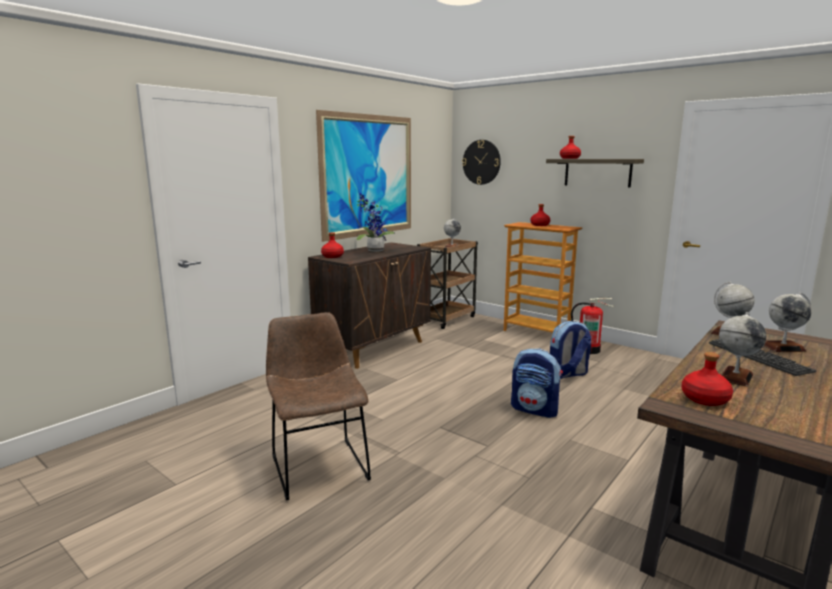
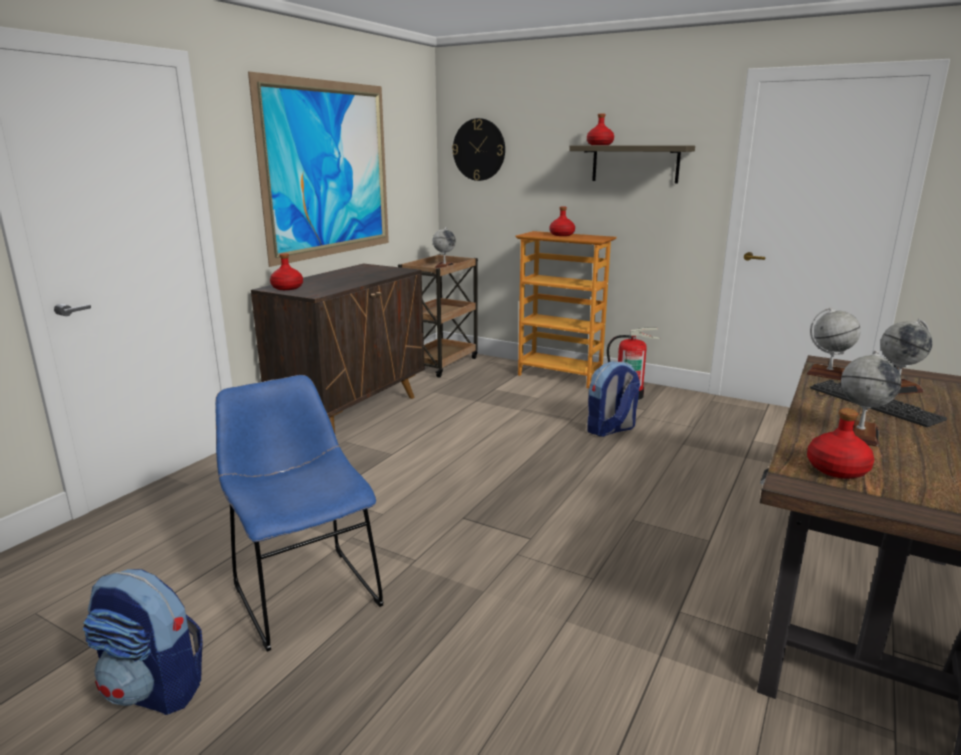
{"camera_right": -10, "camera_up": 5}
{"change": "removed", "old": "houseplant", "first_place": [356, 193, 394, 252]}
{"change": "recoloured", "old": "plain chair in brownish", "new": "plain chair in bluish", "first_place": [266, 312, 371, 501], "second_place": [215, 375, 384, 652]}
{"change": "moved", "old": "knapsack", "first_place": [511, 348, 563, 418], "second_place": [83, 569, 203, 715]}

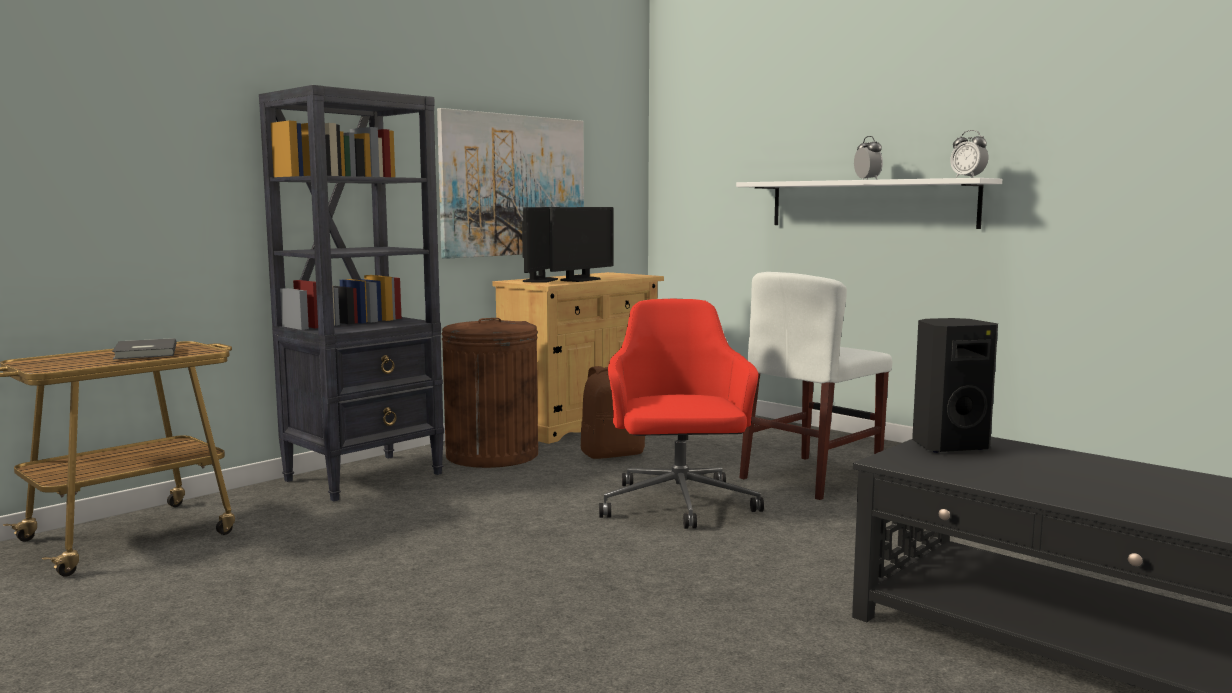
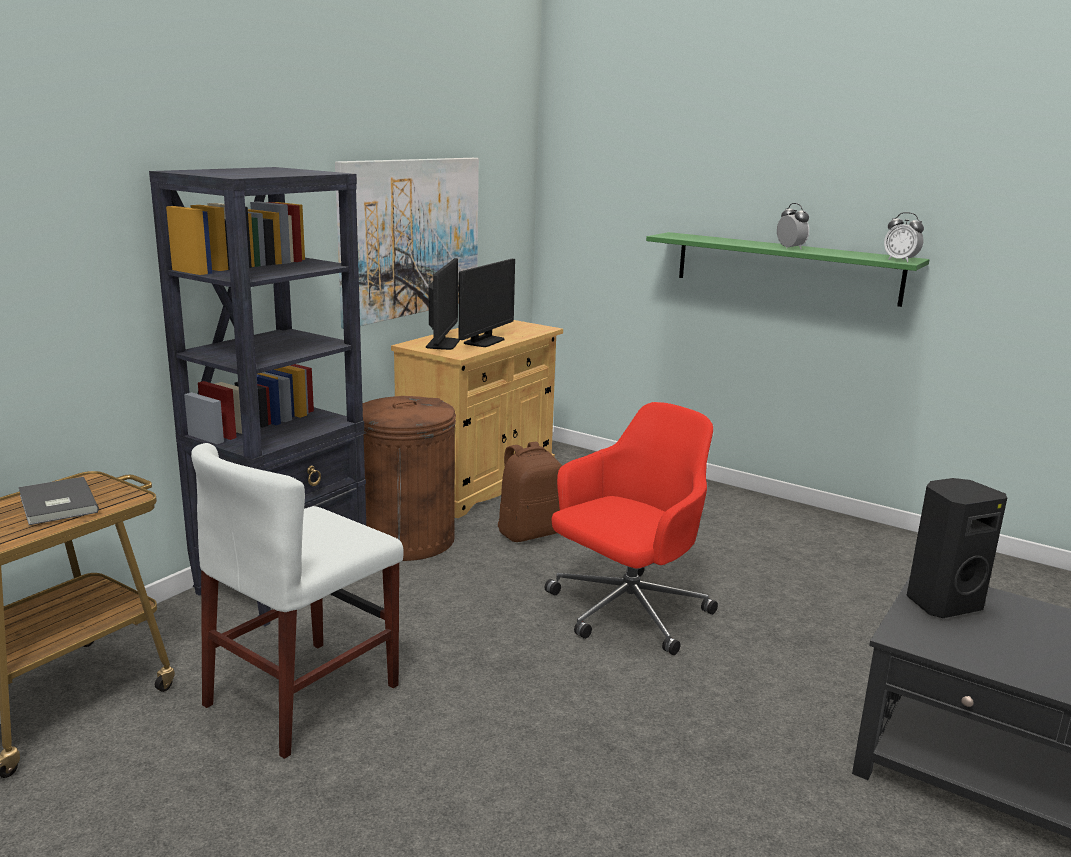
{"camera_right": -10, "camera_up": 10}
{"change": "recoloured", "old": "shelf in white", "new": "shelf in greenish", "first_place": [736, 178, 1002, 229], "second_place": [646, 232, 929, 307]}
{"change": "moved", "old": "plain chair in white", "first_place": [739, 272, 892, 500], "second_place": [191, 443, 404, 759]}
{"change": "turned", "old": "computer chair in red", "first_place": [599, 299, 764, 529], "second_place": [545, 402, 718, 655], "degrees": 60}

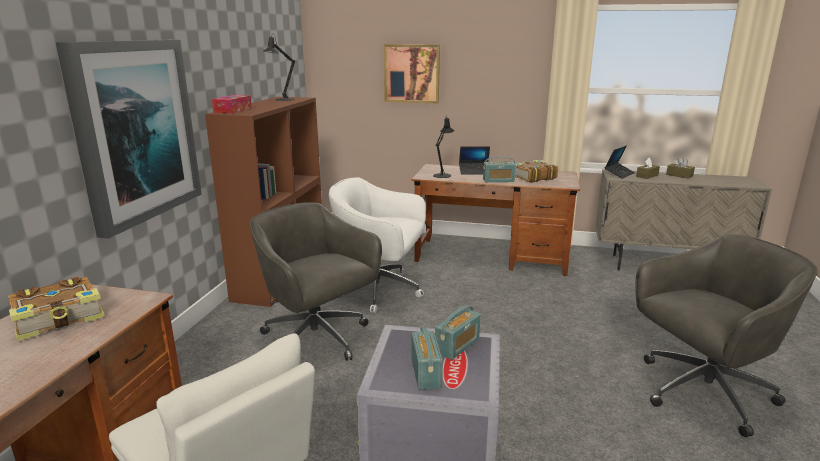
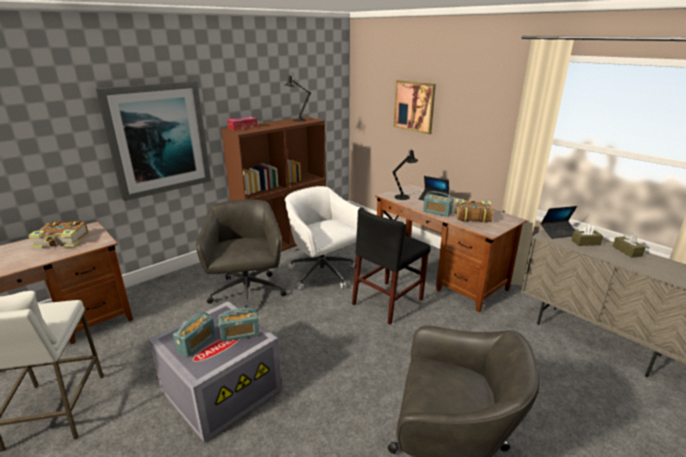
{"camera_right": 35, "camera_up": 5}
{"change": "added", "new": "plain chair in black-coloured", "second_place": [352, 207, 431, 324]}

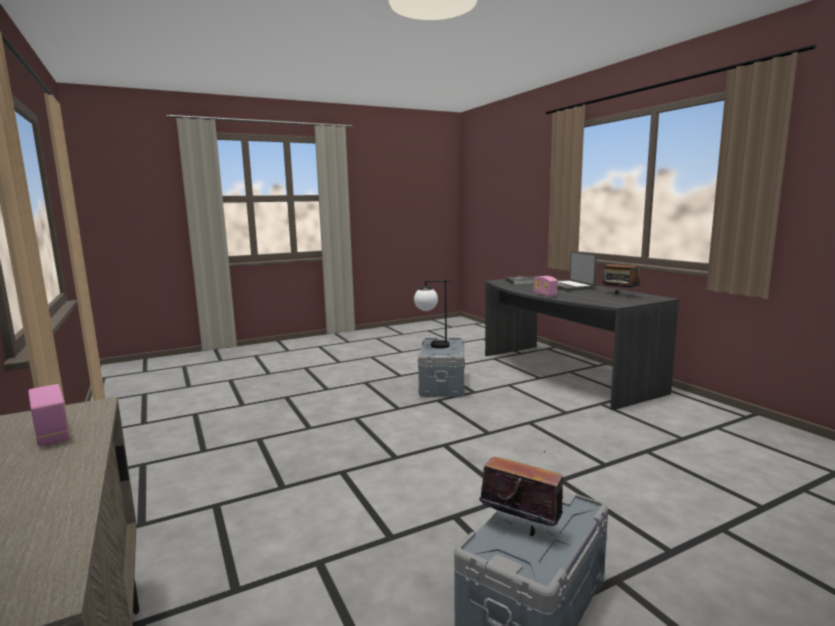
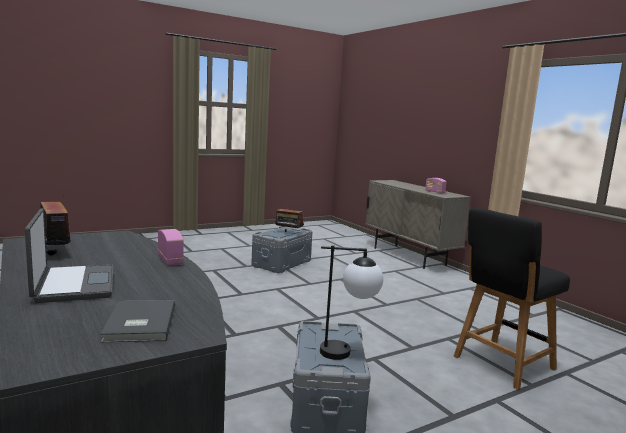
{"camera_right": 175, "camera_up": 0}
{"change": "added", "new": "plain chair in black-coloured", "second_place": [454, 208, 570, 390]}

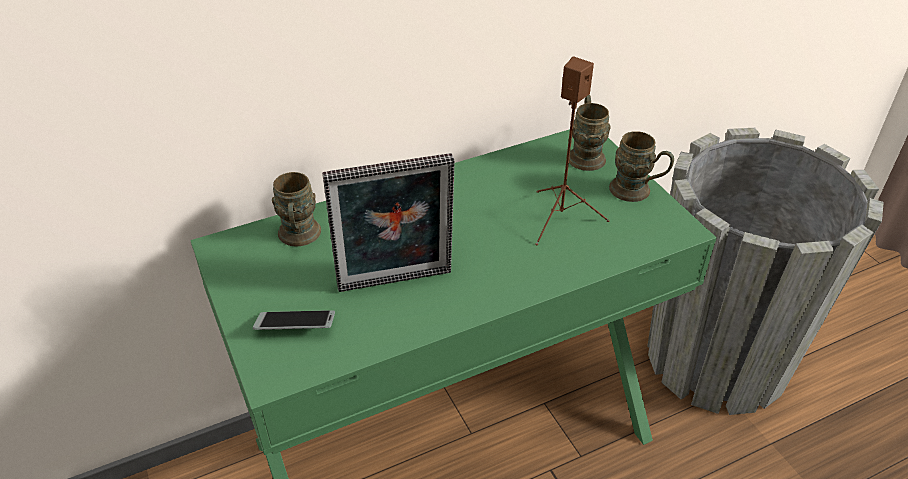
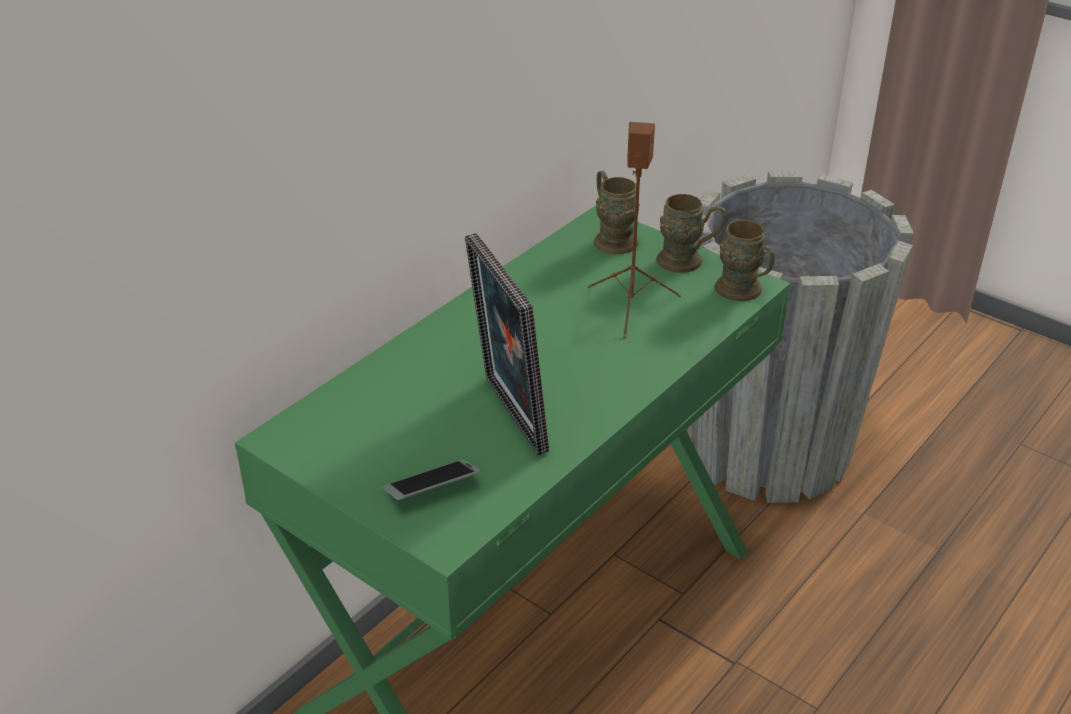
{"camera_right": -25, "camera_up": -5}
{"change": "turned", "old": "standing frame", "first_place": [322, 153, 455, 292], "second_place": [465, 233, 549, 455], "degrees": 105}
{"change": "moved", "old": "tea mug in brownish", "first_place": [272, 172, 321, 246], "second_place": [715, 220, 775, 301]}

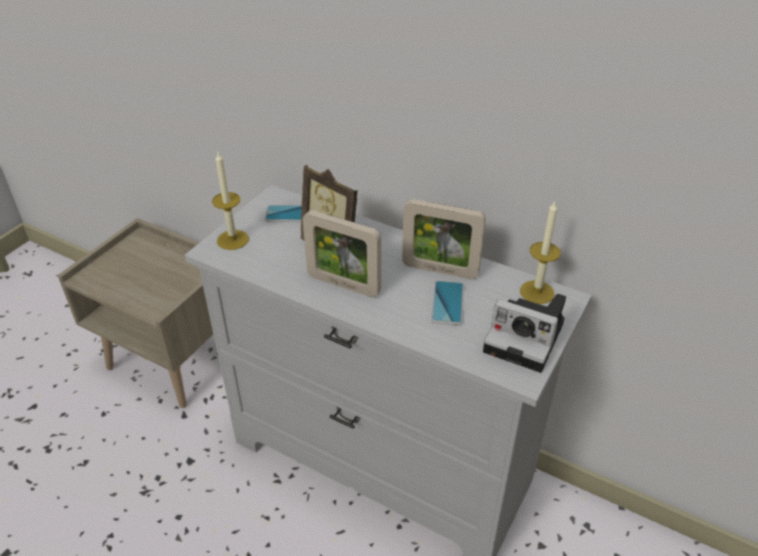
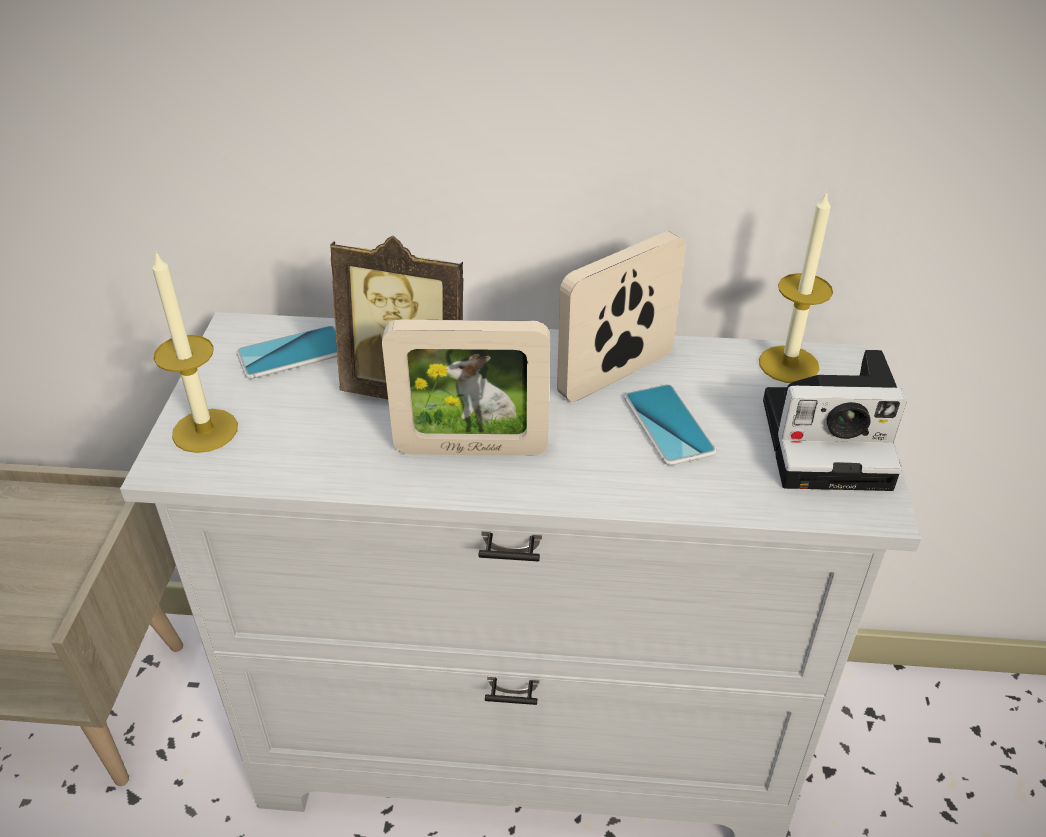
{"camera_right": -25, "camera_up": 0}
{"change": "turned", "old": "standing frame", "first_place": [402, 199, 486, 279], "second_place": [557, 231, 686, 402], "degrees": 150}

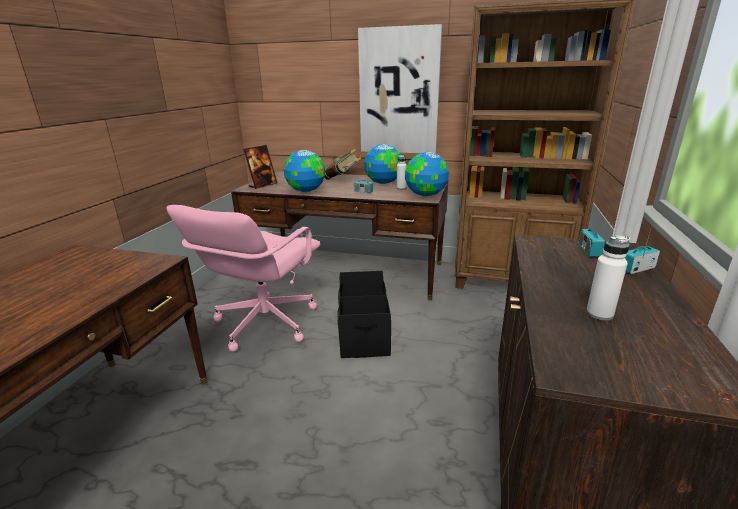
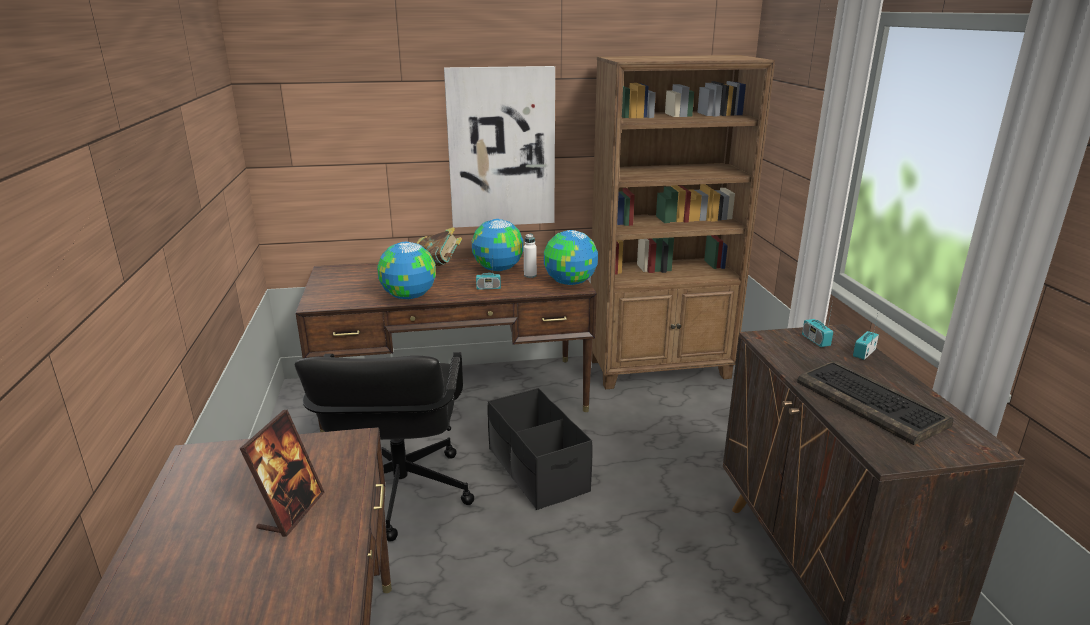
{"camera_right": -25, "camera_up": 0}
{"change": "moved", "old": "standing frame", "first_place": [243, 145, 277, 189], "second_place": [240, 410, 324, 537]}
{"change": "recoloured", "old": "computer chair in pinkish", "new": "computer chair in black-coloured", "first_place": [166, 205, 321, 352], "second_place": [295, 352, 474, 541]}
{"change": "replaced", "old": "drink bottle in white", "new": "keyboard", "first_place": [586, 235, 630, 321], "second_place": [797, 361, 953, 445]}

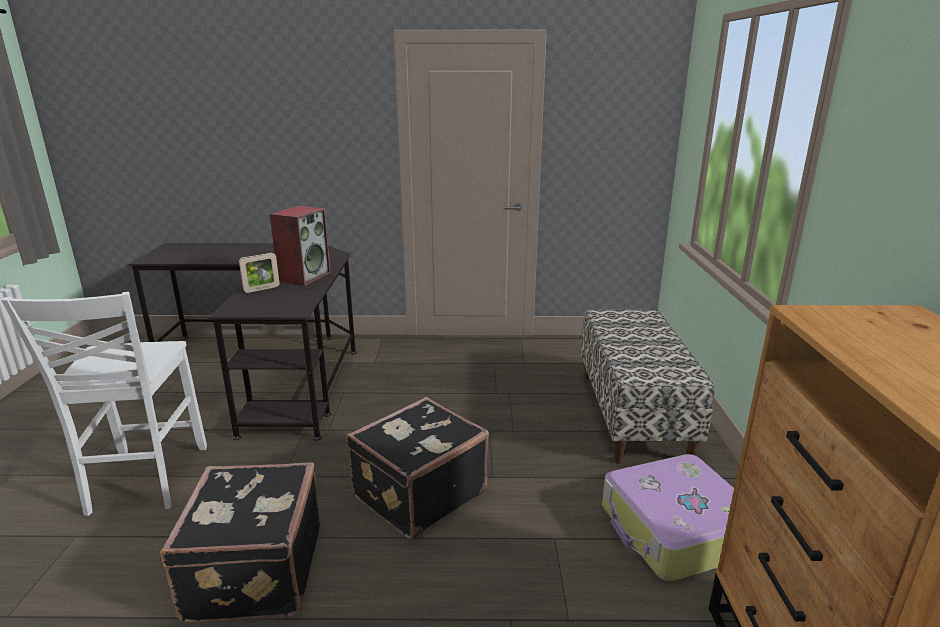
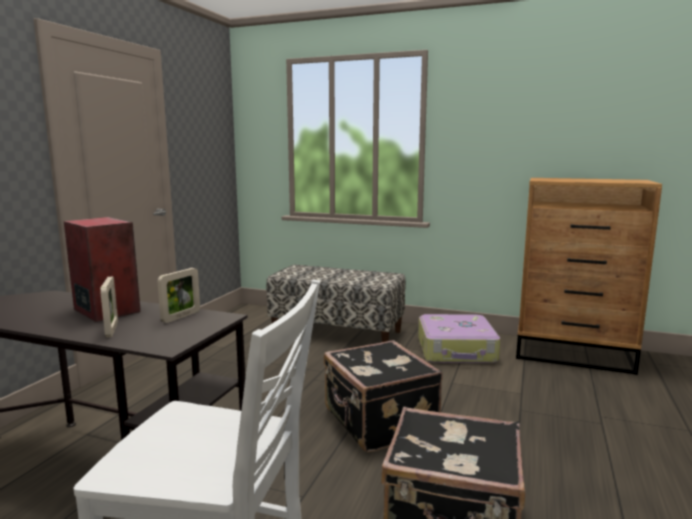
{"camera_right": -70, "camera_up": -10}
{"change": "added", "new": "standing frame", "second_place": [157, 268, 200, 323]}

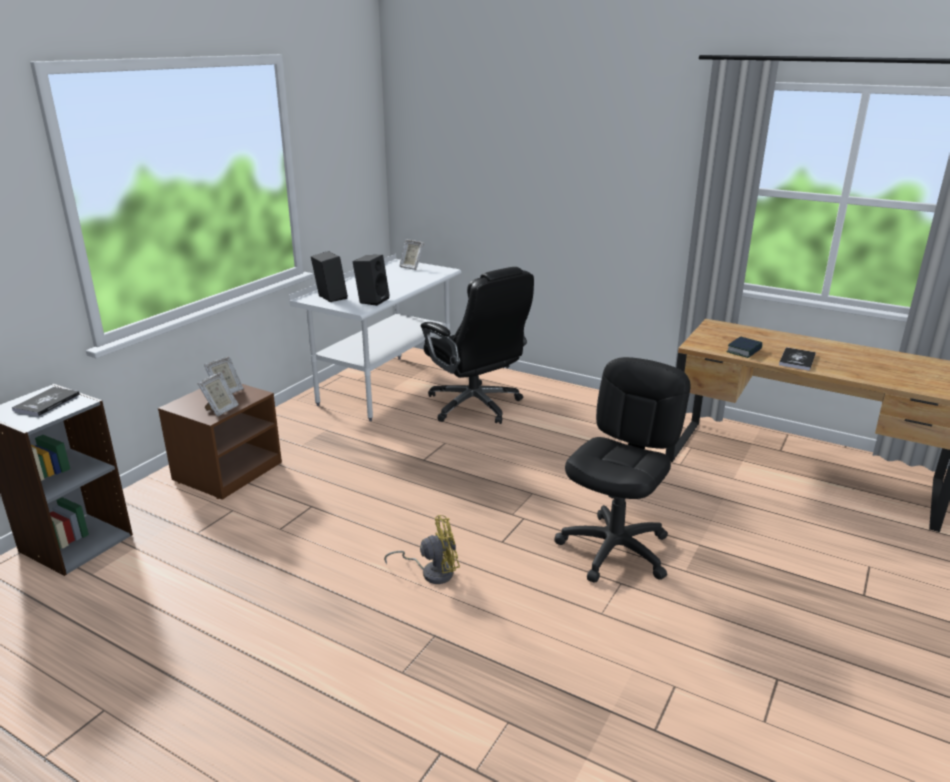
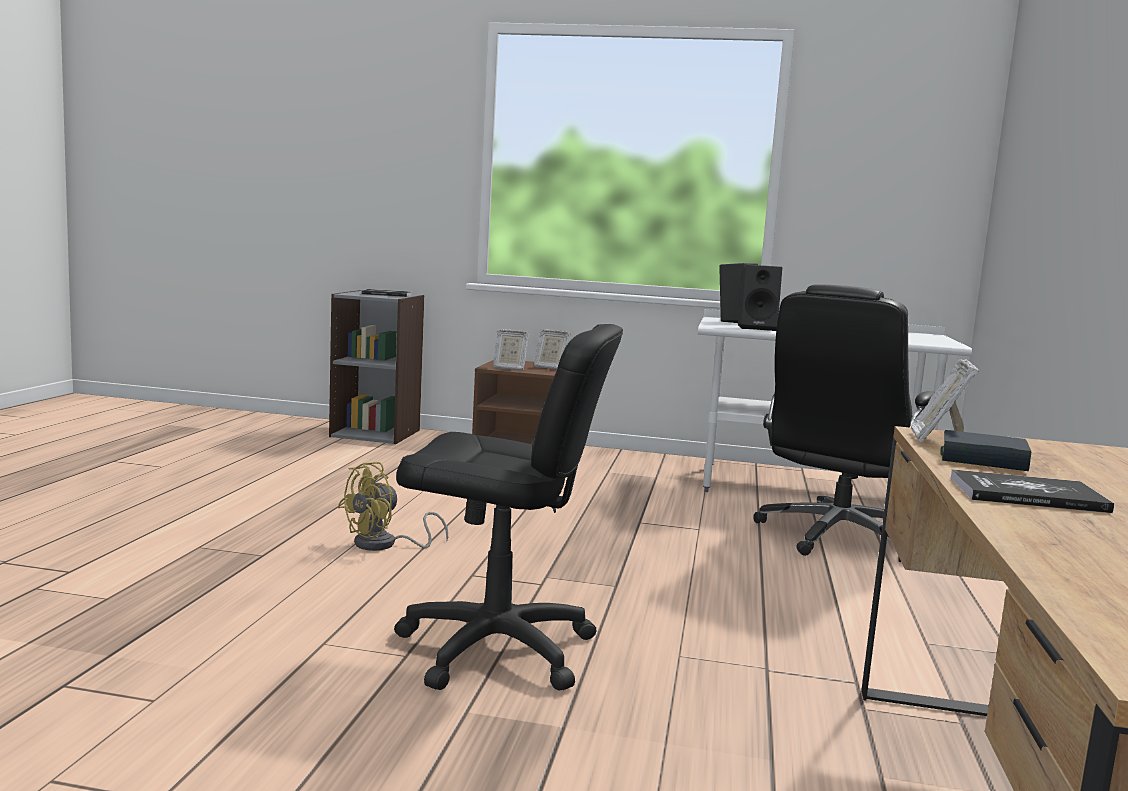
{"camera_right": 70, "camera_up": -15}
{"change": "moved", "old": "standing frame", "first_place": [399, 239, 424, 270], "second_place": [911, 359, 979, 442]}
{"change": "turned", "old": "electric fan in yellow-coloured", "first_place": [384, 515, 460, 584], "second_place": [337, 462, 448, 551], "degrees": 75}

